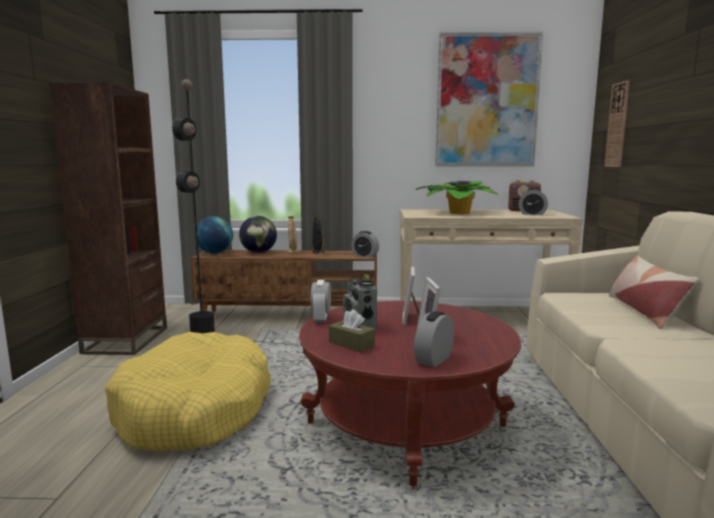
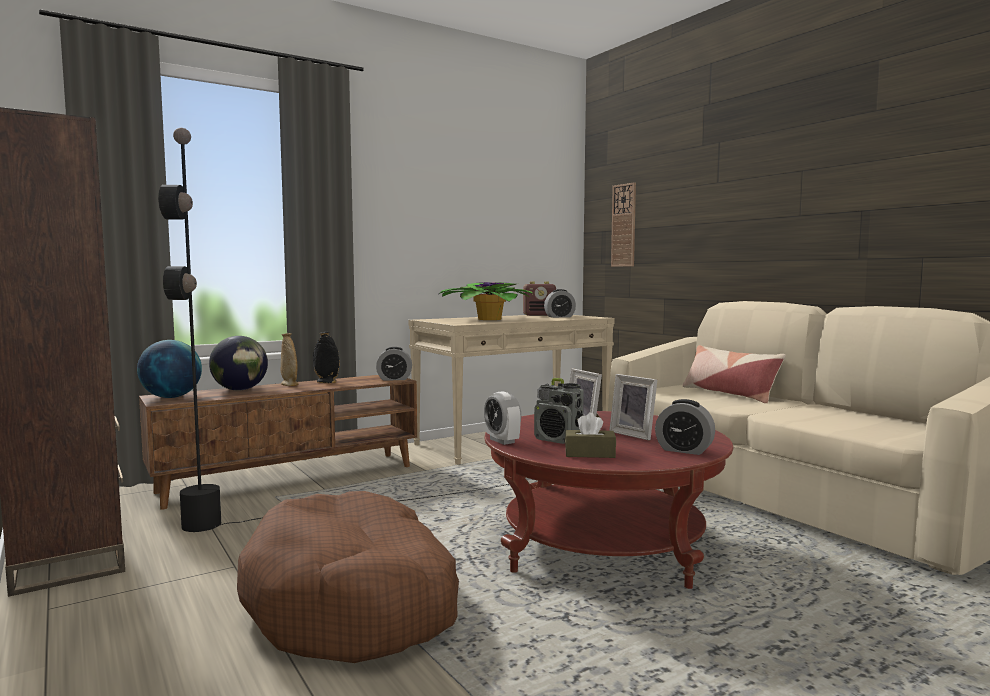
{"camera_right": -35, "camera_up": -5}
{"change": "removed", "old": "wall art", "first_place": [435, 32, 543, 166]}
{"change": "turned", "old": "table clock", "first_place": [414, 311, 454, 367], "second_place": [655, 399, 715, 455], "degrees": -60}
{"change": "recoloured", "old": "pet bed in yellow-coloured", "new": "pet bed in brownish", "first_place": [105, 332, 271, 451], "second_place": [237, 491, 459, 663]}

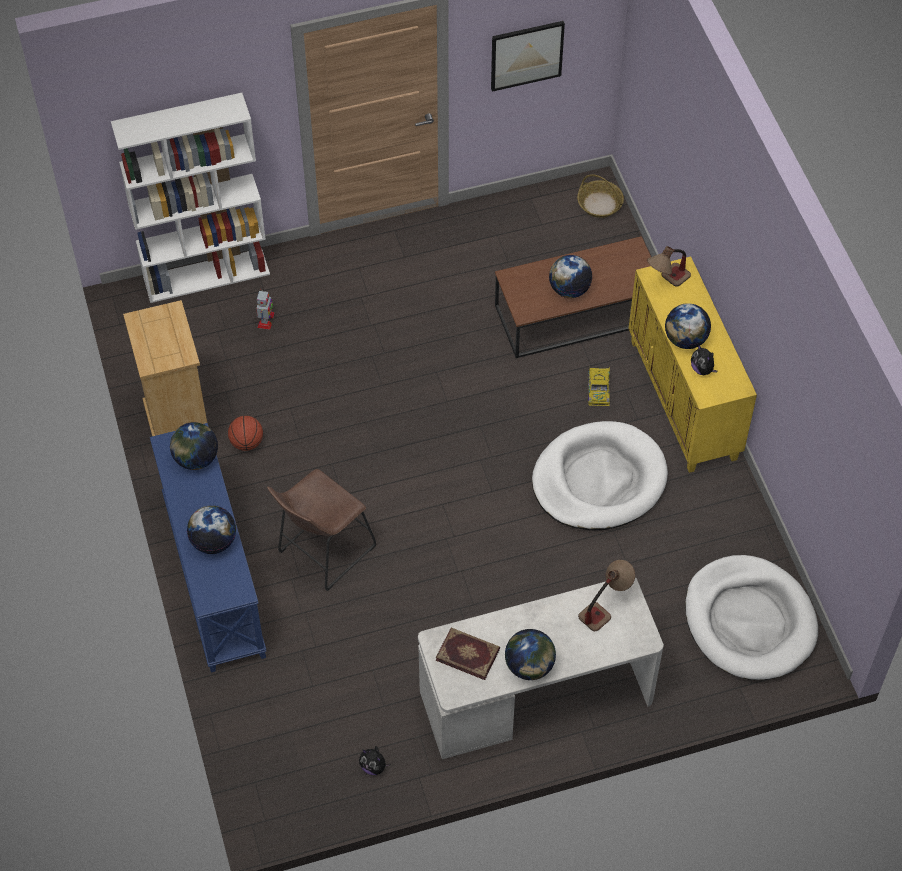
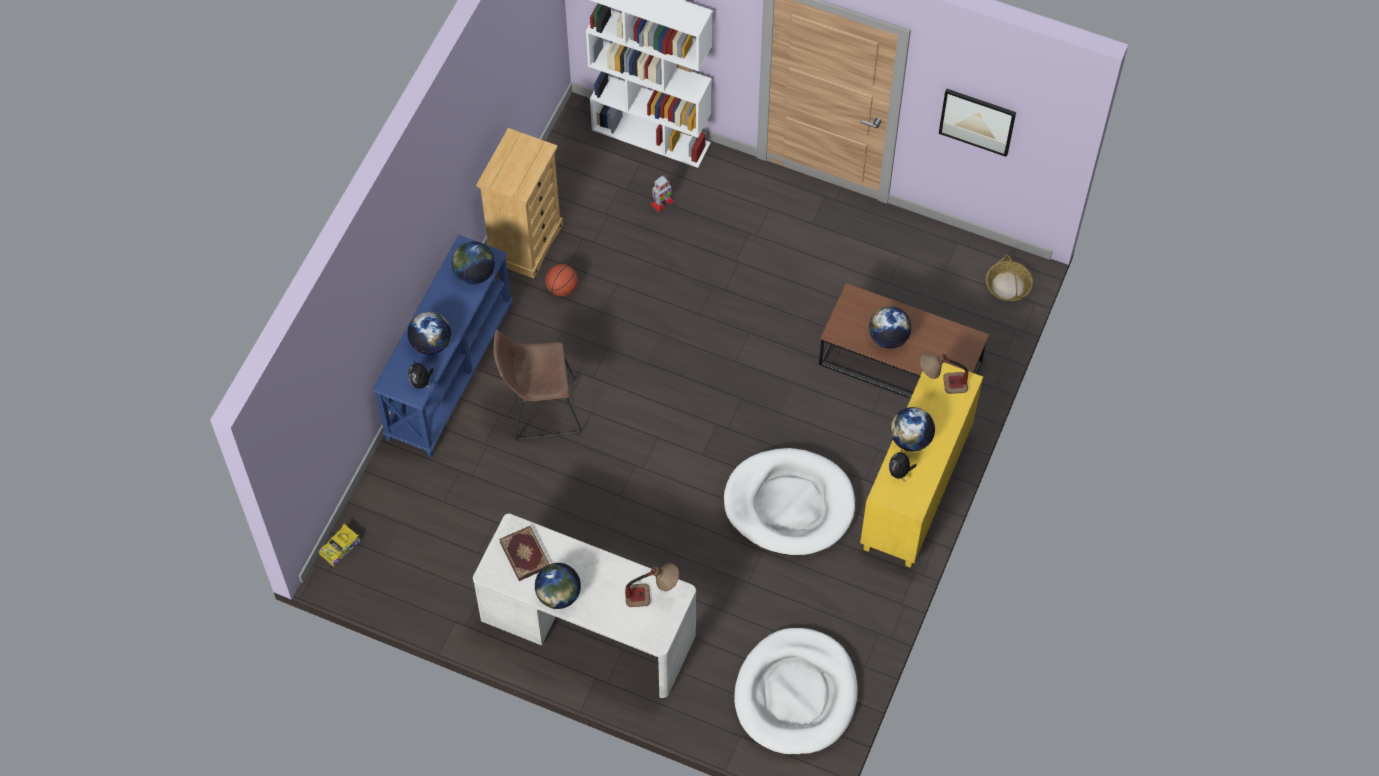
{"camera_right": 40, "camera_up": 5}
{"change": "moved", "old": "miniature car", "first_place": [588, 366, 611, 406], "second_place": [318, 523, 360, 566]}
{"change": "moved", "old": "plush toy", "first_place": [359, 746, 390, 775], "second_place": [408, 361, 434, 389]}

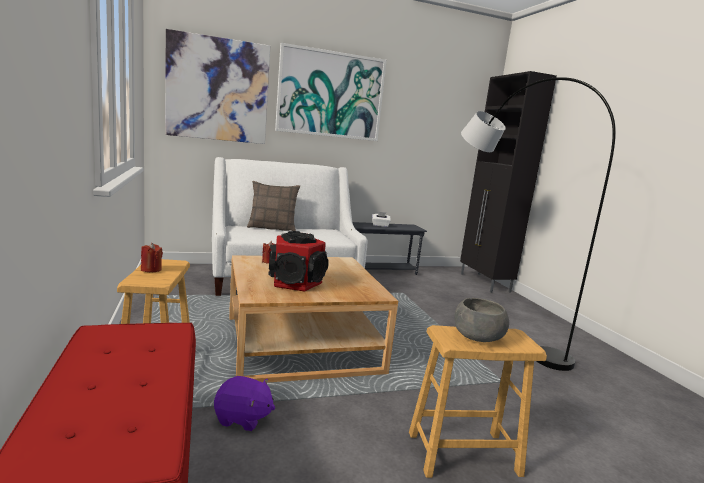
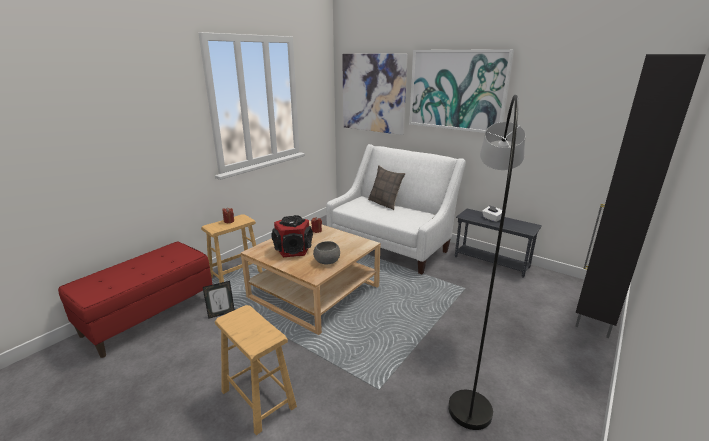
{"camera_right": 55, "camera_up": 10}
{"change": "moved", "old": "deep dish in greyish", "first_place": [454, 298, 509, 342], "second_place": [313, 241, 340, 265]}
{"change": "replaced", "old": "plush toy in purple-coloured", "new": "standing frame", "first_place": [214, 376, 275, 431], "second_place": [203, 281, 235, 319]}

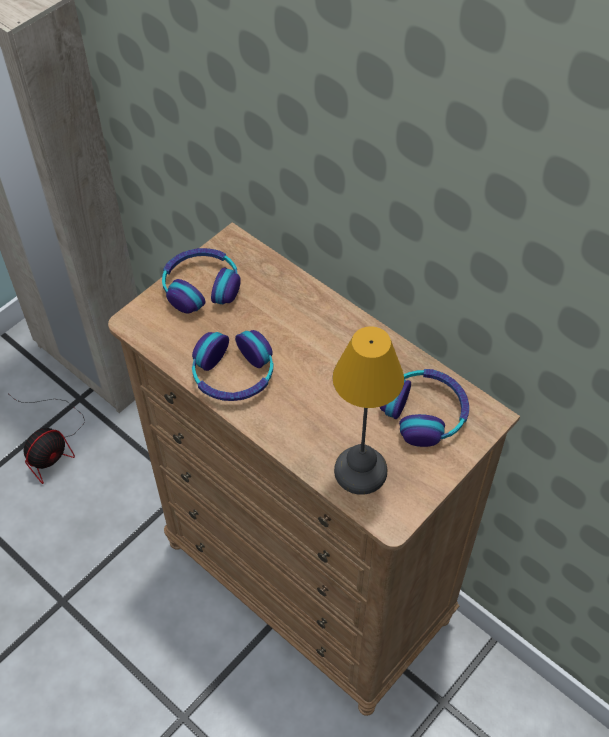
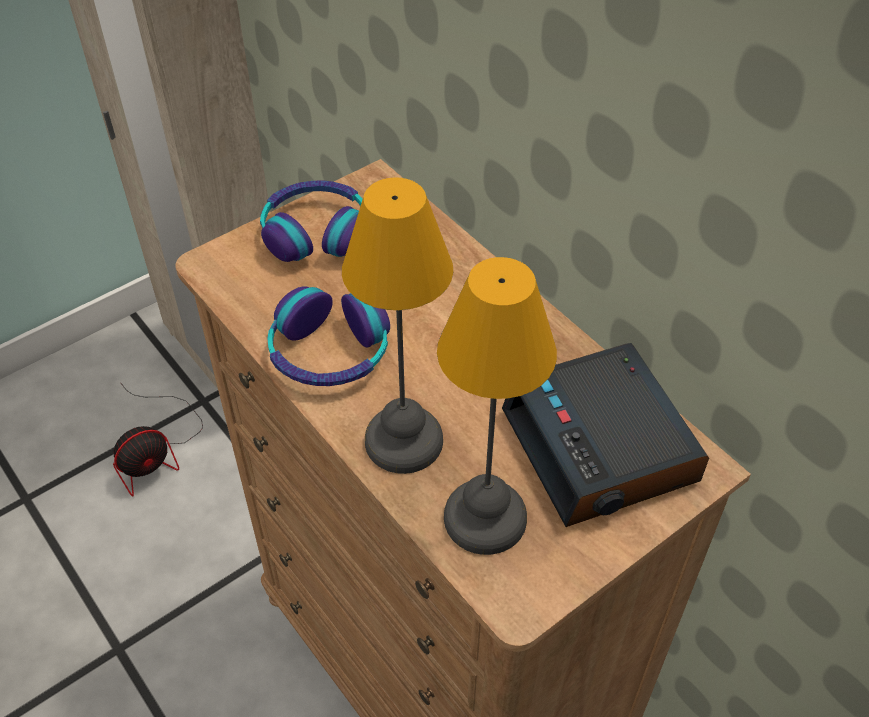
{"camera_right": 10, "camera_up": -5}
{"change": "replaced", "old": "pair of headphones", "new": "table clock", "first_place": [380, 369, 469, 447], "second_place": [502, 343, 709, 527]}
{"change": "added", "new": "tabletop lamp", "second_place": [342, 177, 453, 474]}

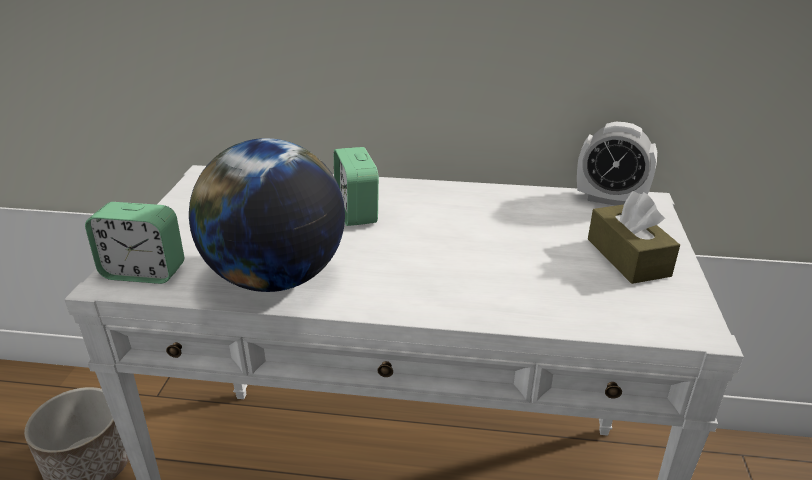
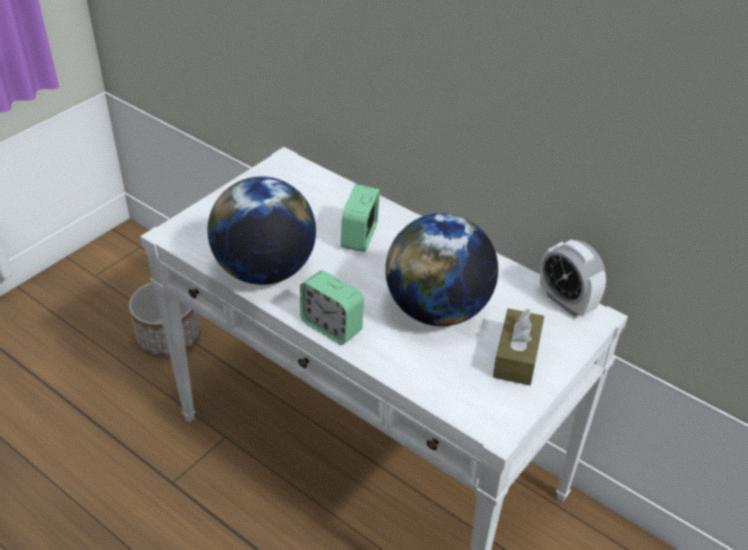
{"camera_right": 30, "camera_up": 10}
{"change": "moved", "old": "table clock", "first_place": [85, 202, 184, 284], "second_place": [300, 270, 364, 345]}
{"change": "added", "new": "desk globe", "second_place": [385, 213, 498, 326]}

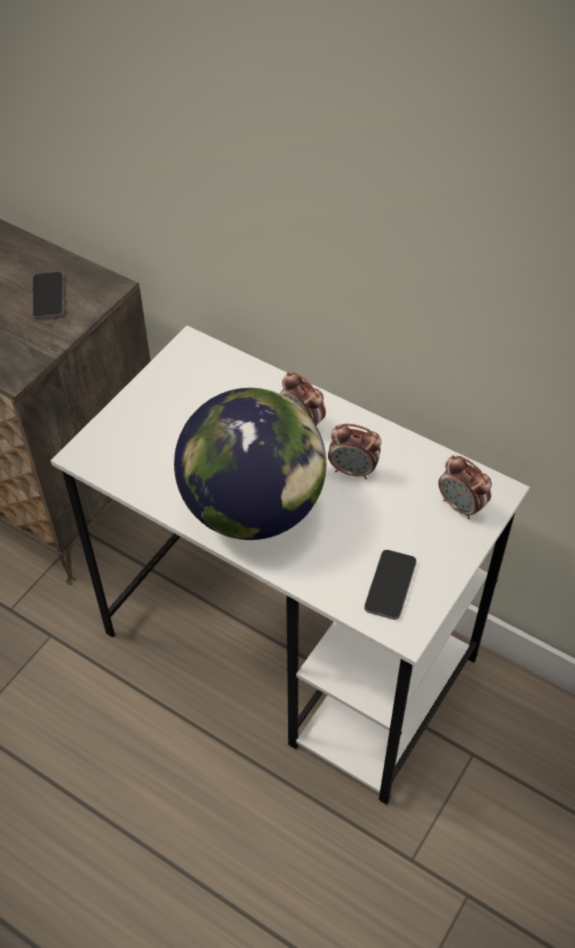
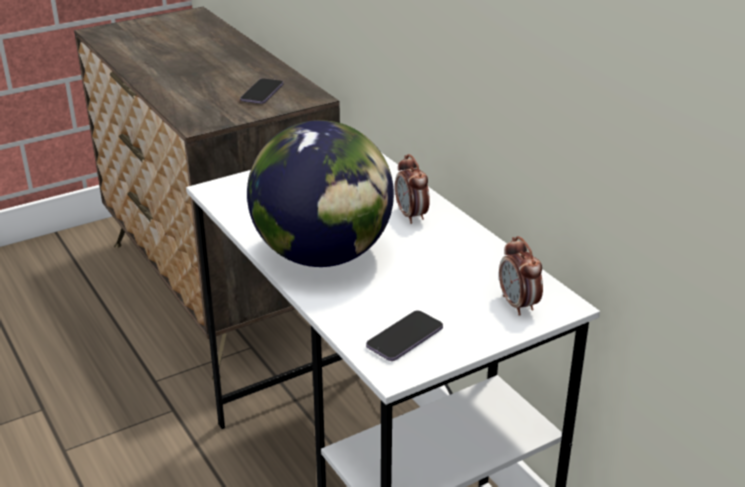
{"camera_right": 25, "camera_up": -20}
{"change": "removed", "old": "table clock", "first_place": [328, 424, 381, 479]}

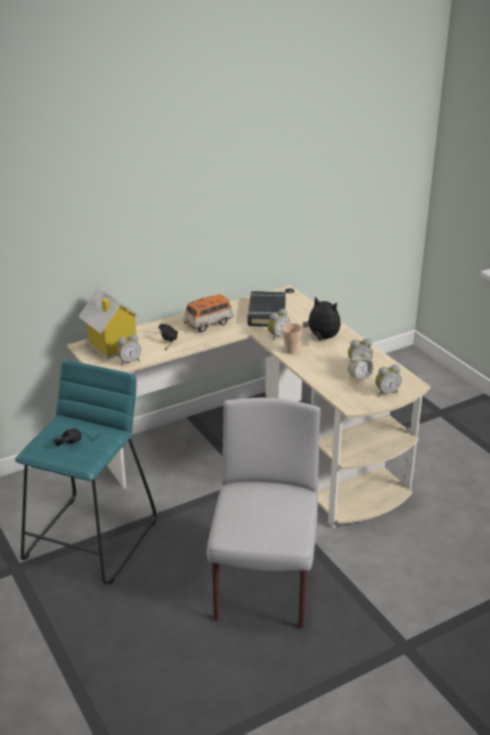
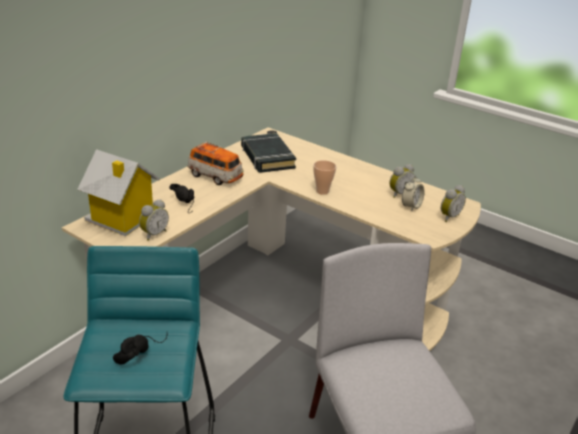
{"camera_right": -25, "camera_up": 0}
{"change": "turned", "old": "miniature car", "first_place": [184, 294, 234, 332], "second_place": [187, 142, 243, 185], "degrees": 90}
{"change": "removed", "old": "plush toy", "first_place": [303, 296, 341, 340]}
{"change": "removed", "old": "table clock", "first_place": [268, 309, 290, 340]}

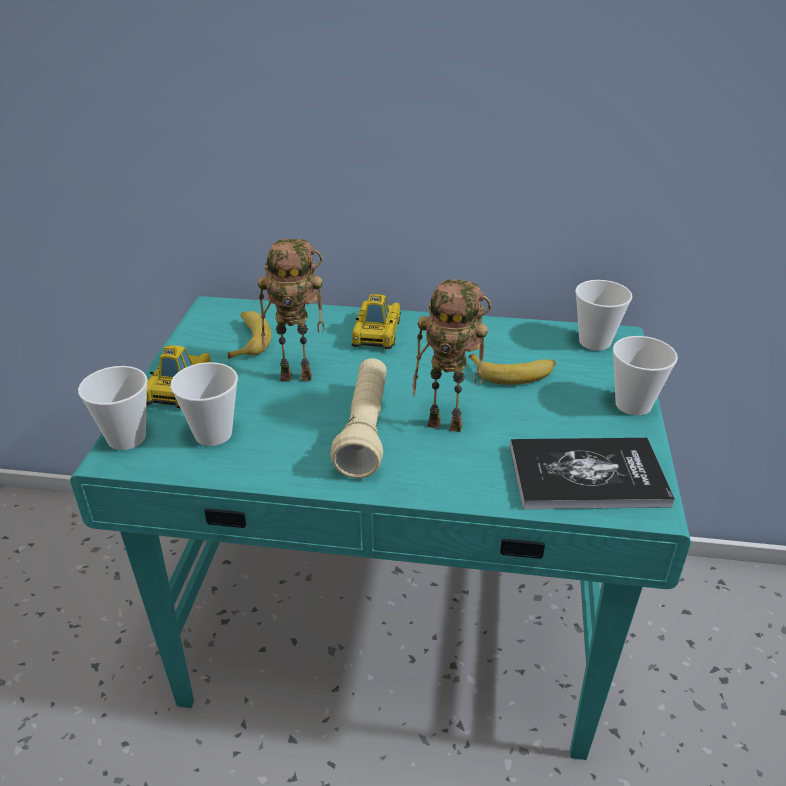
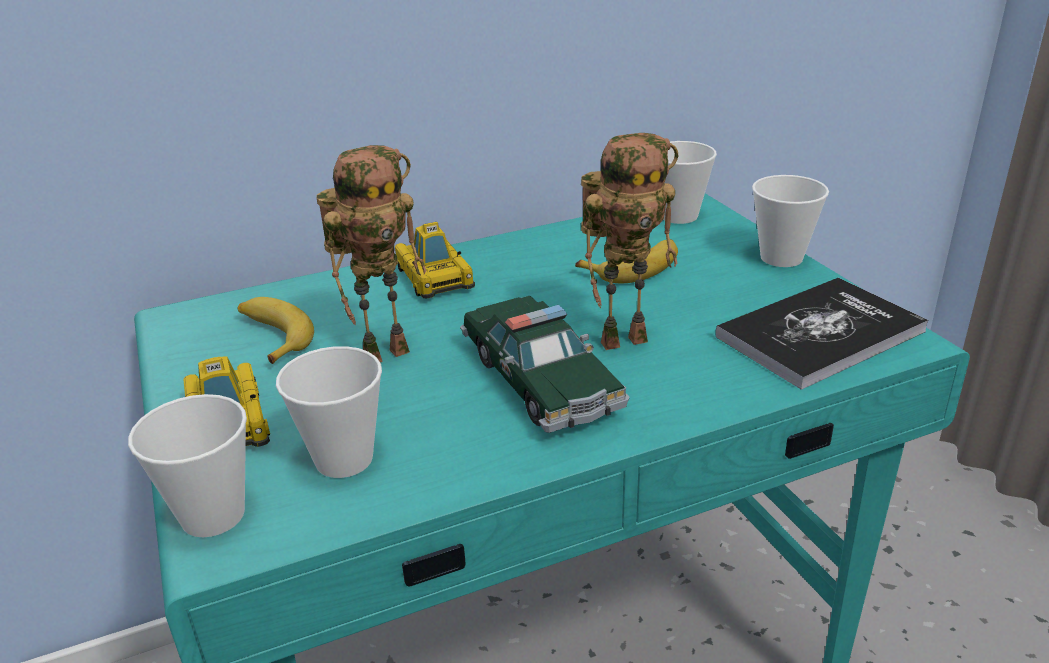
{"camera_right": -30, "camera_up": -5}
{"change": "replaced", "old": "flashlight in beige", "new": "miniature car", "first_place": [330, 358, 387, 478], "second_place": [460, 296, 629, 433]}

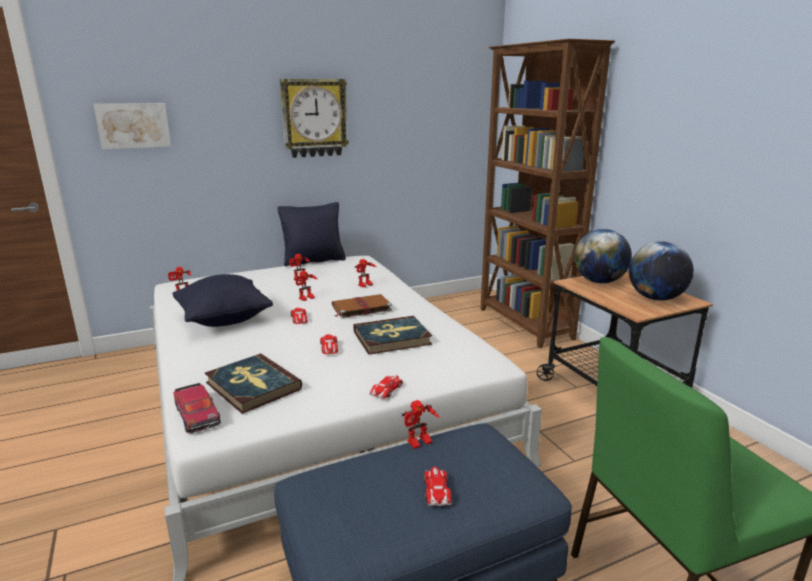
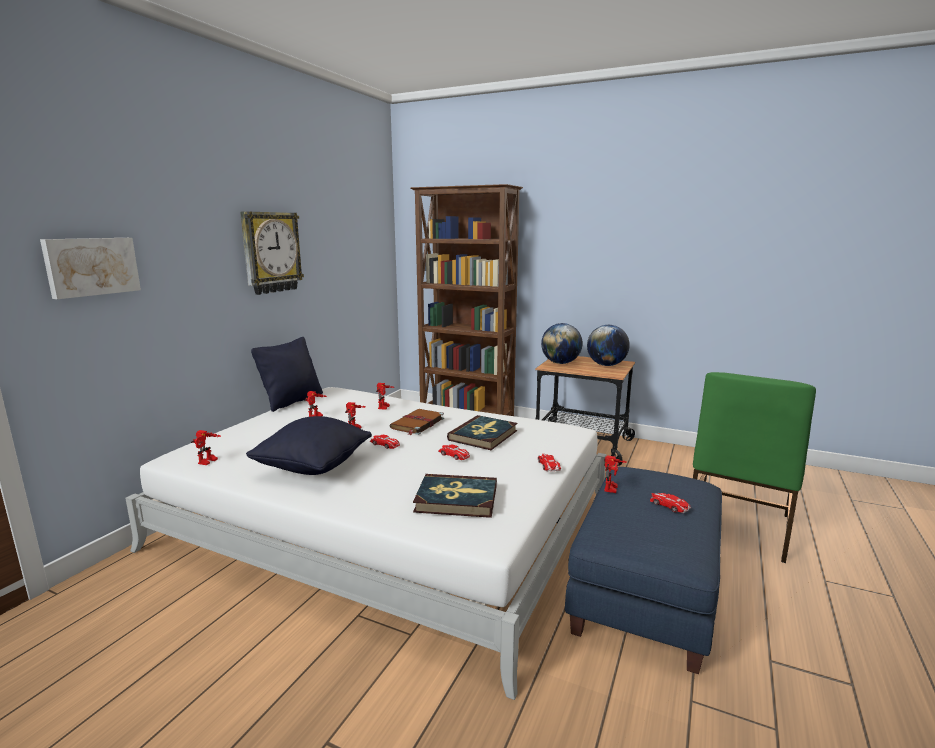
{"camera_right": -40, "camera_up": -5}
{"change": "removed", "old": "miniature car", "first_place": [173, 383, 221, 433]}

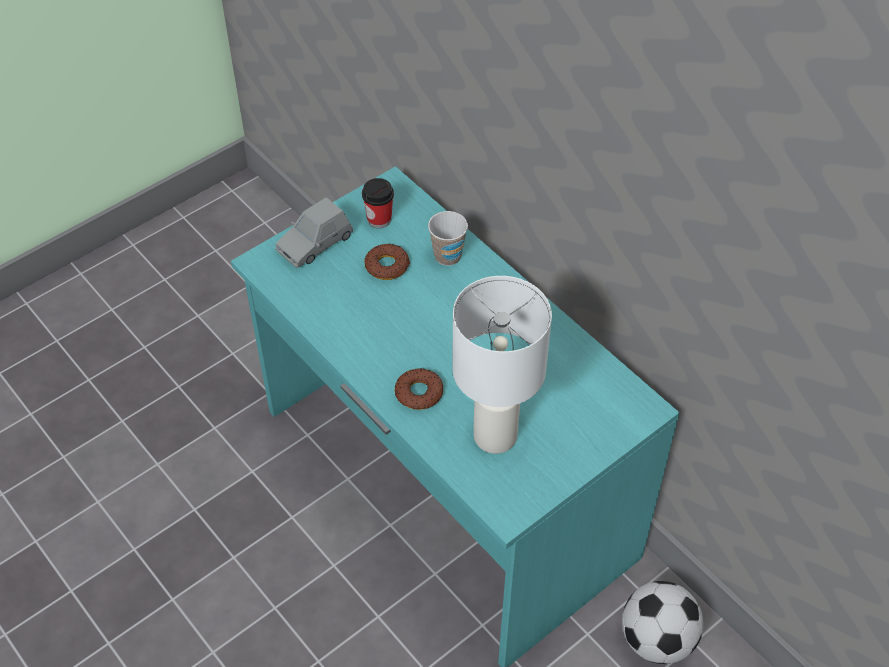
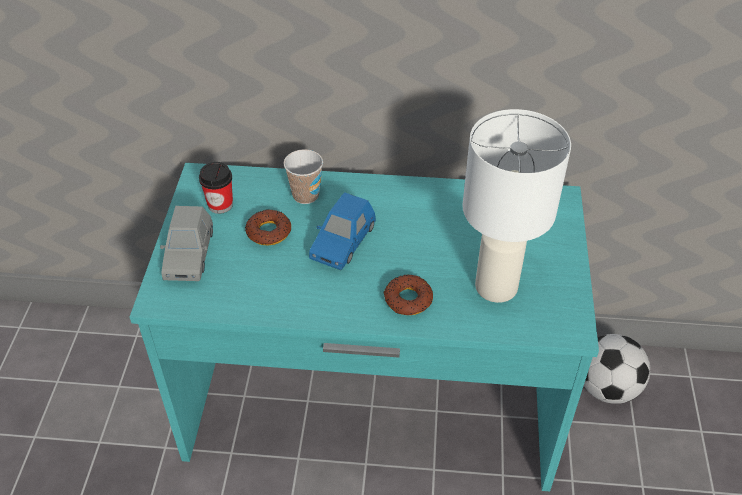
{"camera_right": -45, "camera_up": -5}
{"change": "added", "new": "miniature car in bluish", "second_place": [309, 192, 376, 270]}

